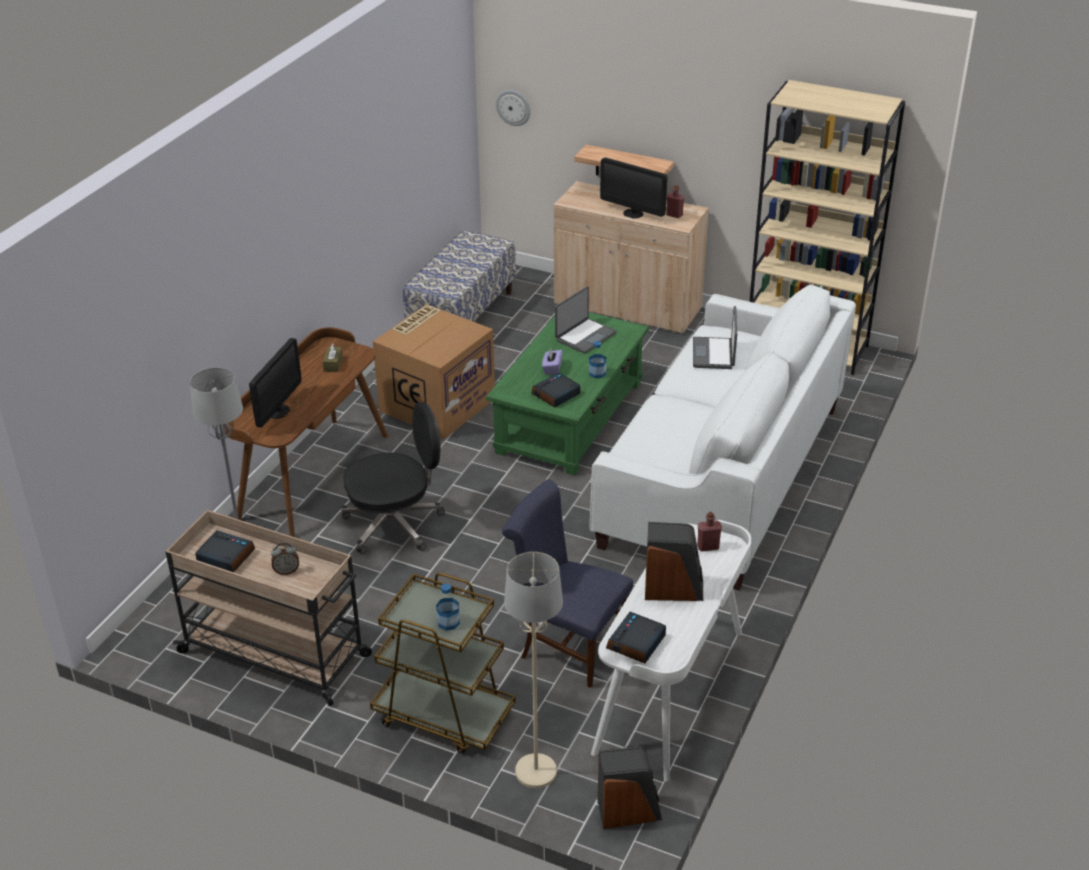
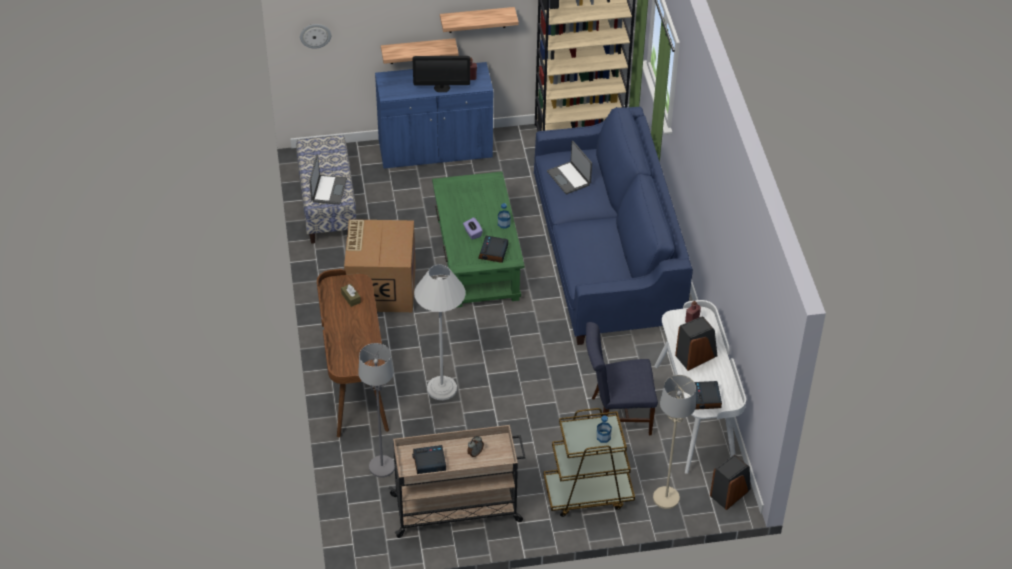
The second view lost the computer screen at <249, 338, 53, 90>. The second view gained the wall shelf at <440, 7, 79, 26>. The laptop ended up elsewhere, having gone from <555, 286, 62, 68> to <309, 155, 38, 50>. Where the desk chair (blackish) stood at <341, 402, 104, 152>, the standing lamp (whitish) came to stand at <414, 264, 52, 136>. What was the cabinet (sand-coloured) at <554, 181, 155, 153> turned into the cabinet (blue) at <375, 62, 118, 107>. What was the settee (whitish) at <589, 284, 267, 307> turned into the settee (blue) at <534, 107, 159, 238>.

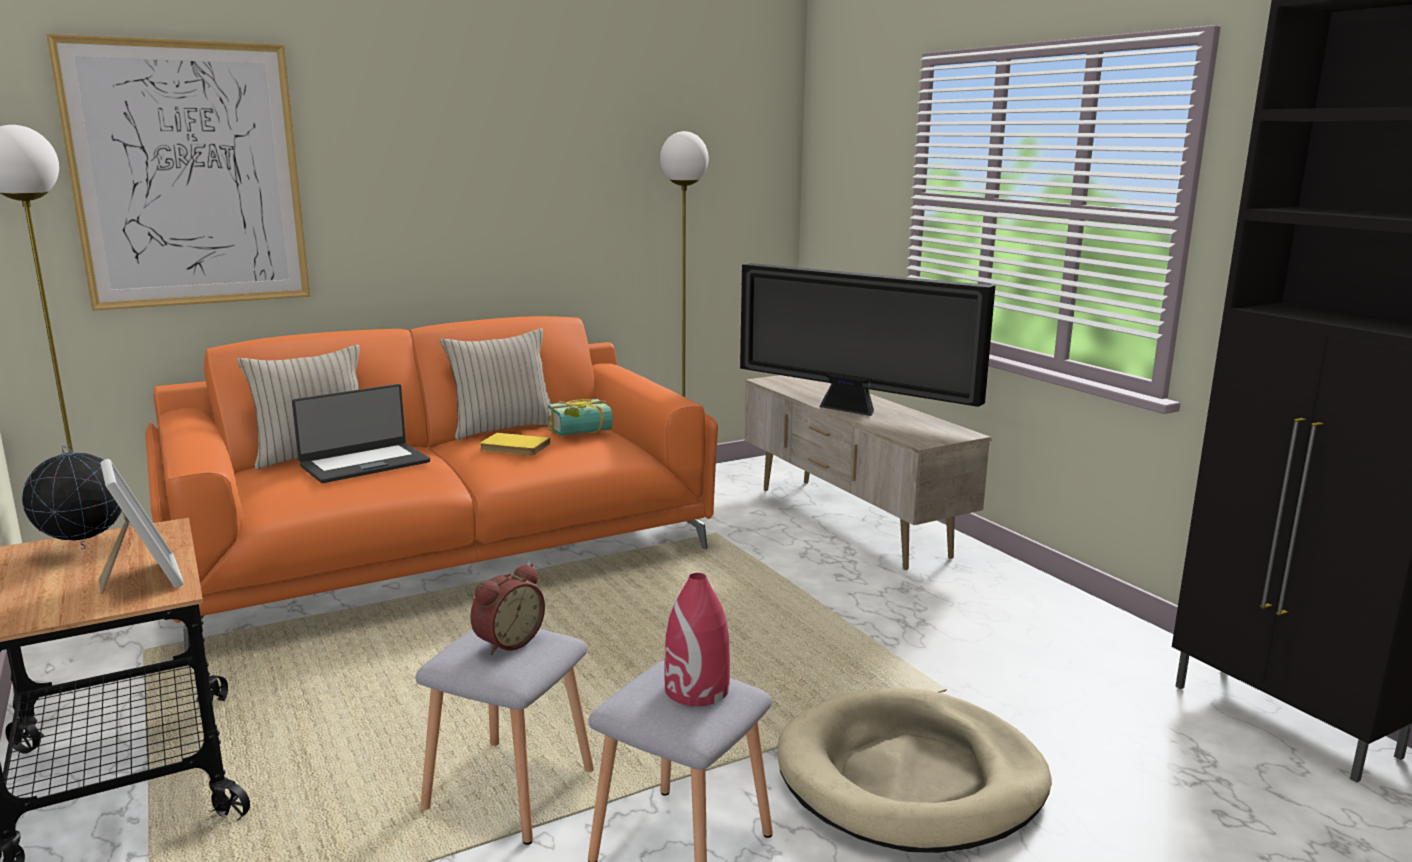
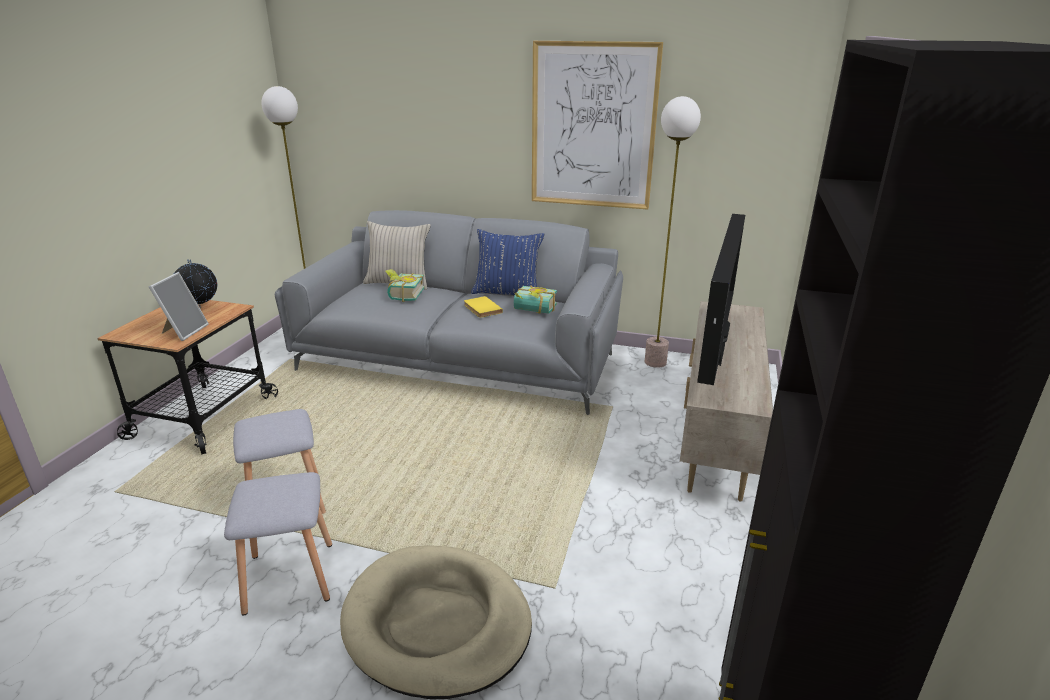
The second view lost the bedside clock at <470, 564, 75, 91>. The second view lost the decorative vase (red) at <665, 573, 65, 133>. The wall art ended up elsewhere, having gone from <46, 34, 264, 277> to <532, 41, 131, 168>. Where the laptop stood at <292, 384, 138, 99>, the bound book came to stand at <385, 269, 40, 33>. What was the settee (orangey) at <146, 316, 572, 335> turned into the settee (gray) at <275, 210, 348, 205>. What was the cushion (sand-coloured) at <440, 328, 111, 112> turned into the cushion (blue) at <471, 229, 73, 66>. The TV set at <740, 263, 256, 153> ended up facing another way, 150 degrees counterclockwise from before.

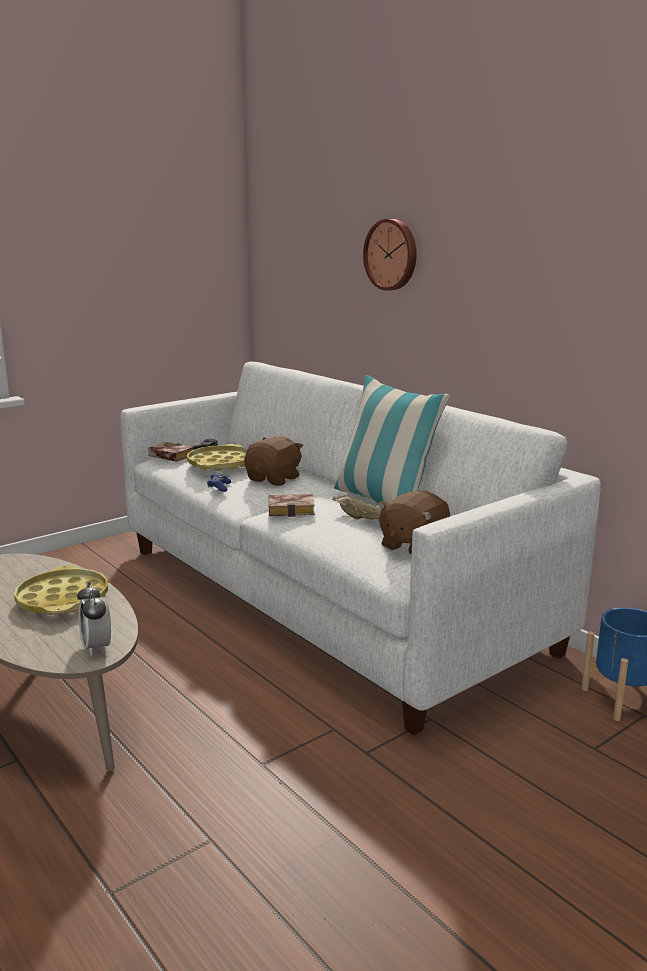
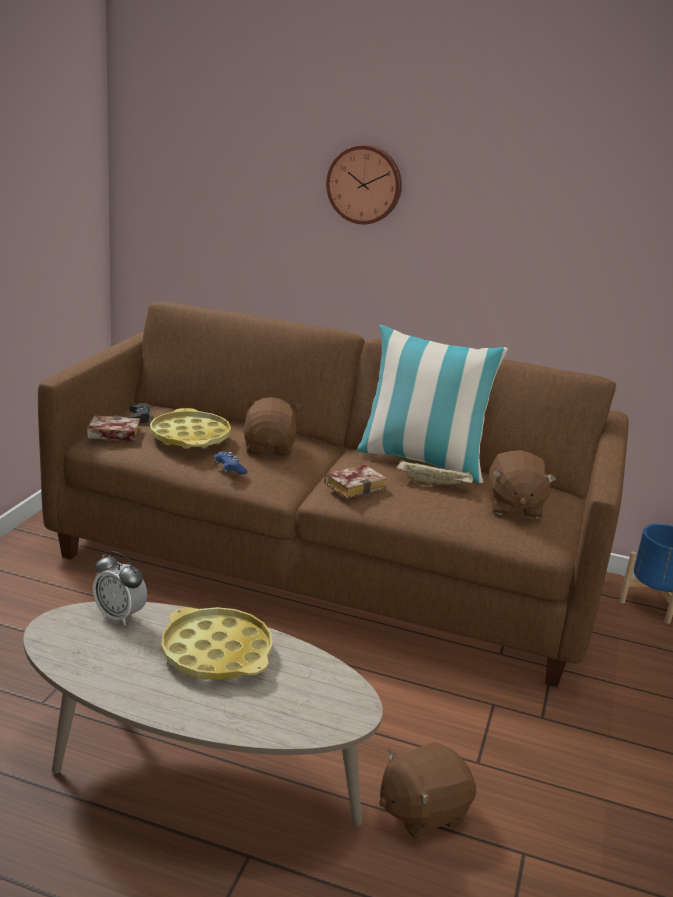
The second view gained the soft toy (brownish) at <379, 742, 97, 98>. The bedside clock ended up elsewhere, having gone from <77, 582, 34, 74> to <93, 551, 54, 74>. What was the settee (whitish) at <120, 362, 481, 373> turned into the settee (brownish) at <38, 301, 591, 386>.

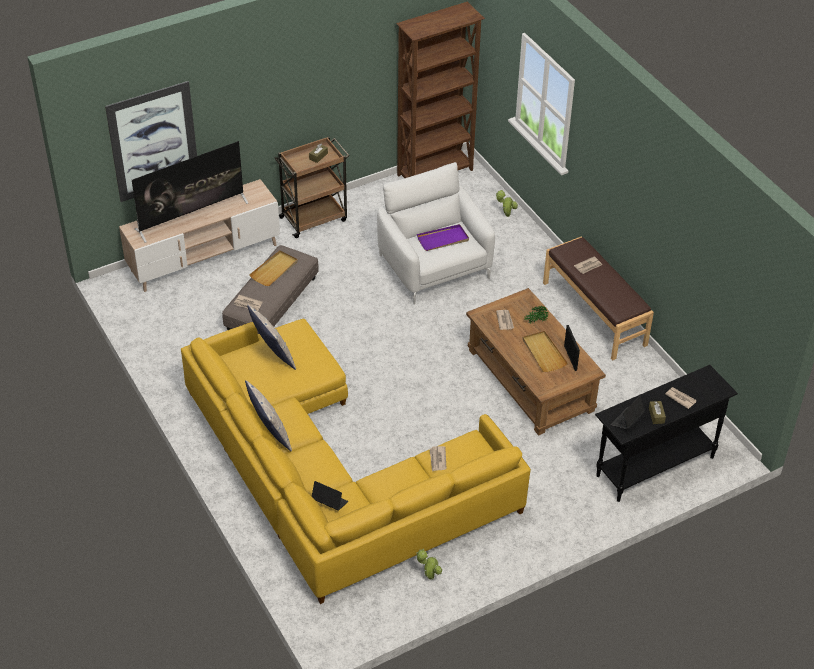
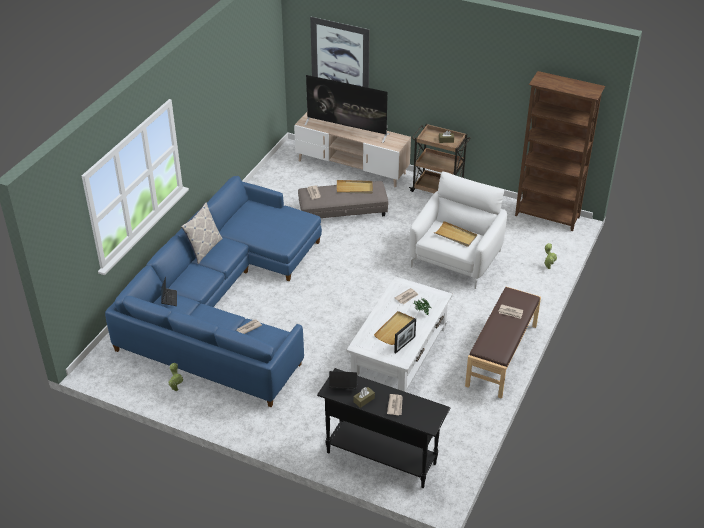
The second view lost the cushion at <247, 305, 49, 65>. What was the settee (yellow-coloured) at <181, 319, 350, 285> turned into the settee (blue) at <105, 176, 217, 231>. What was the serving tray (purple-coloured) at <417, 224, 52, 27> turned into the serving tray (sand-coloured) at <434, 221, 43, 26>. What was the coffee table (brownish) at <466, 288, 140, 148> turned into the coffee table (whitish) at <346, 276, 107, 116>.

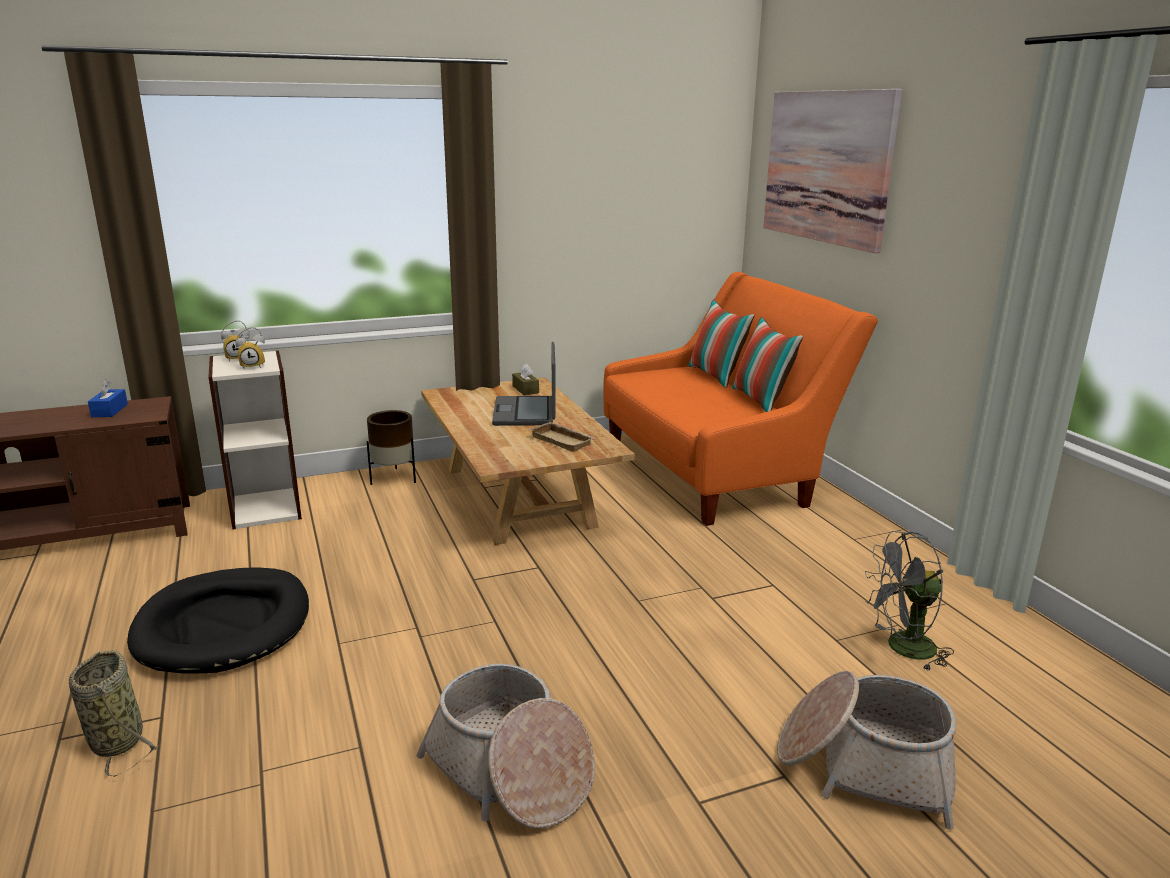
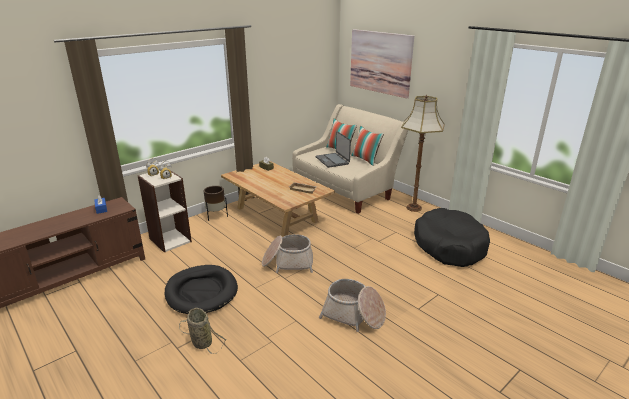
The second view gained the standing lamp at <401, 94, 44, 118>. The laptop ended up elsewhere, having gone from <492, 342, 64, 84> to <316, 131, 35, 37>. The storage basket ended up elsewhere, having gone from <777, 671, 179, 159> to <262, 234, 51, 39>. Where the fan (gray) stood at <865, 531, 89, 140>, the dog bed (blackish) came to stand at <414, 208, 76, 59>. What was the settee (orangey) at <603, 272, 275, 254> turned into the settee (sand-coloured) at <292, 104, 116, 110>.

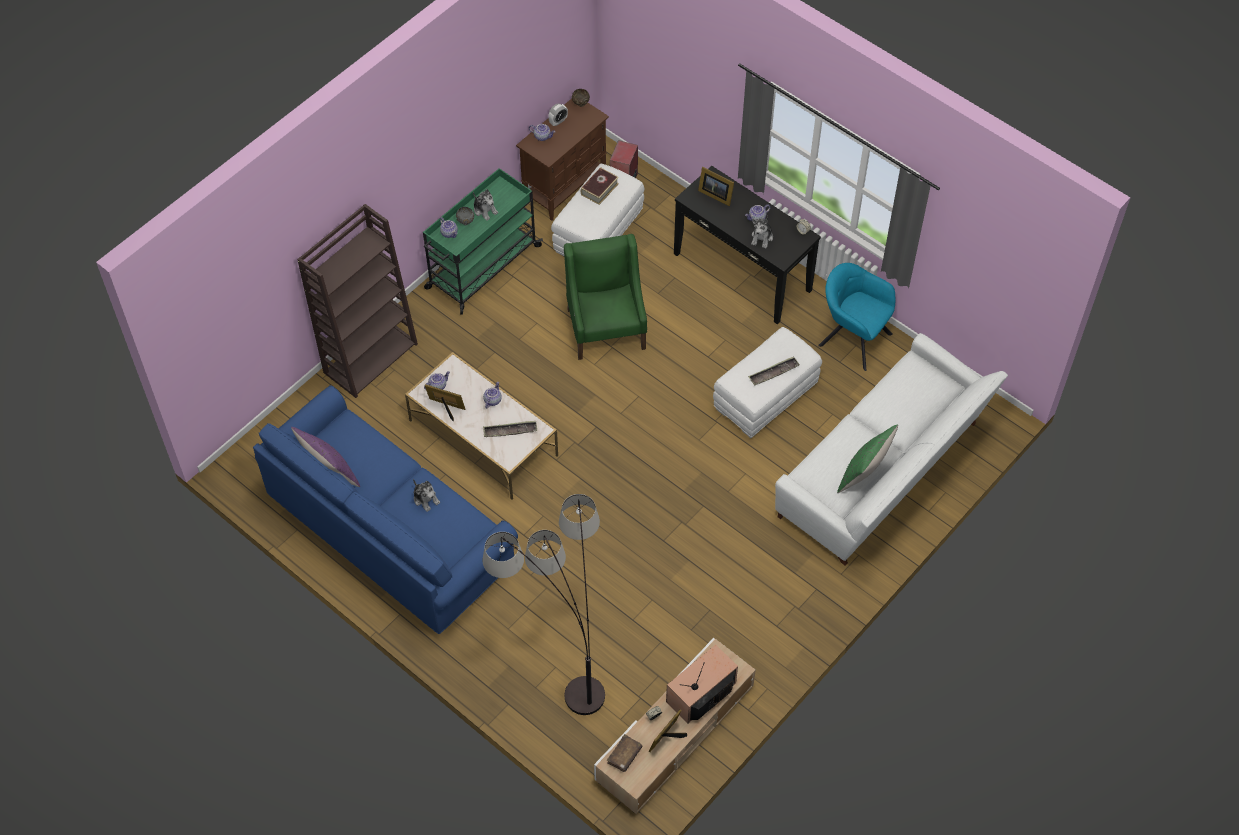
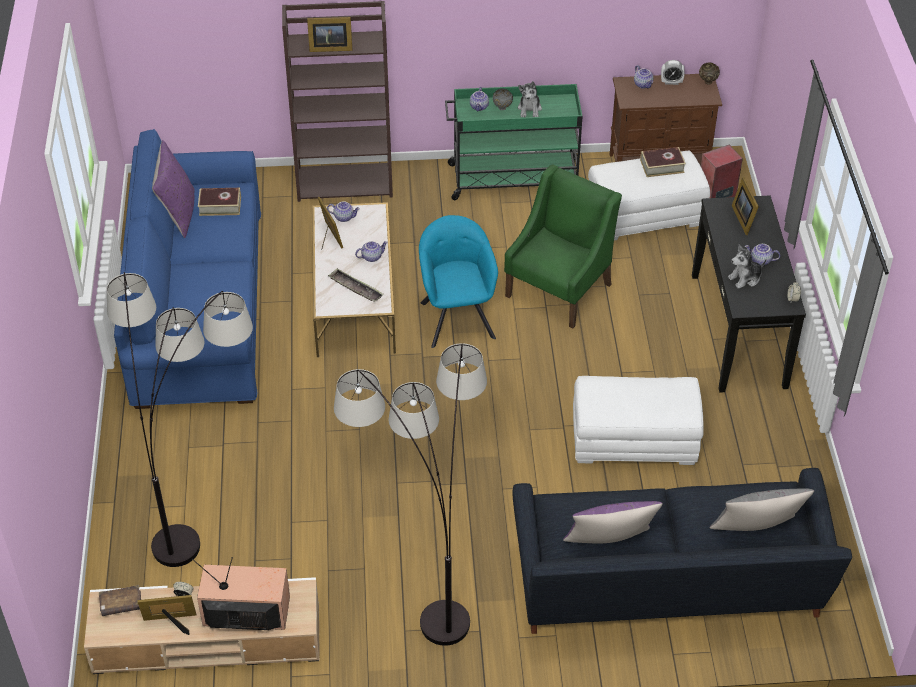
The second view lost the soft toy at <413, 479, 27, 33>. The second view lost the serving tray at <748, 356, 52, 30>. The second view gained the bound book at <198, 188, 43, 28>. The second view gained the picture frame at <307, 17, 45, 35>. The second view gained the standing lamp at <334, 343, 153, 303>. The second view gained the cushion (gray) at <709, 488, 105, 43>. The lounge chair (blue-green) ended up elsewhere, having gone from <818, 263, 78, 108> to <419, 215, 79, 133>. What was the settee (whitish) at <775, 333, 233, 232> turned into the settee (blackish) at <512, 468, 340, 166>. What was the cushion (green-coloured) at <837, 425, 61, 68> turned into the cushion (purple-coloured) at <563, 501, 100, 43>.

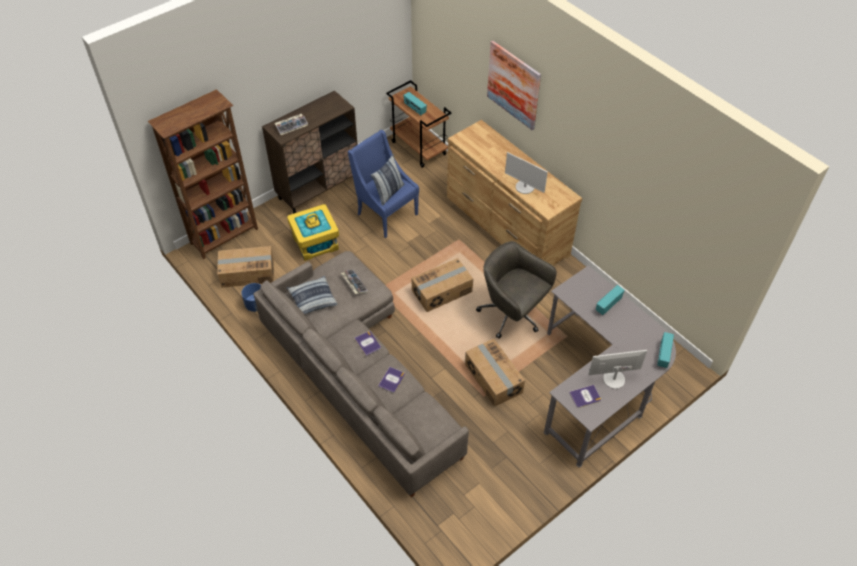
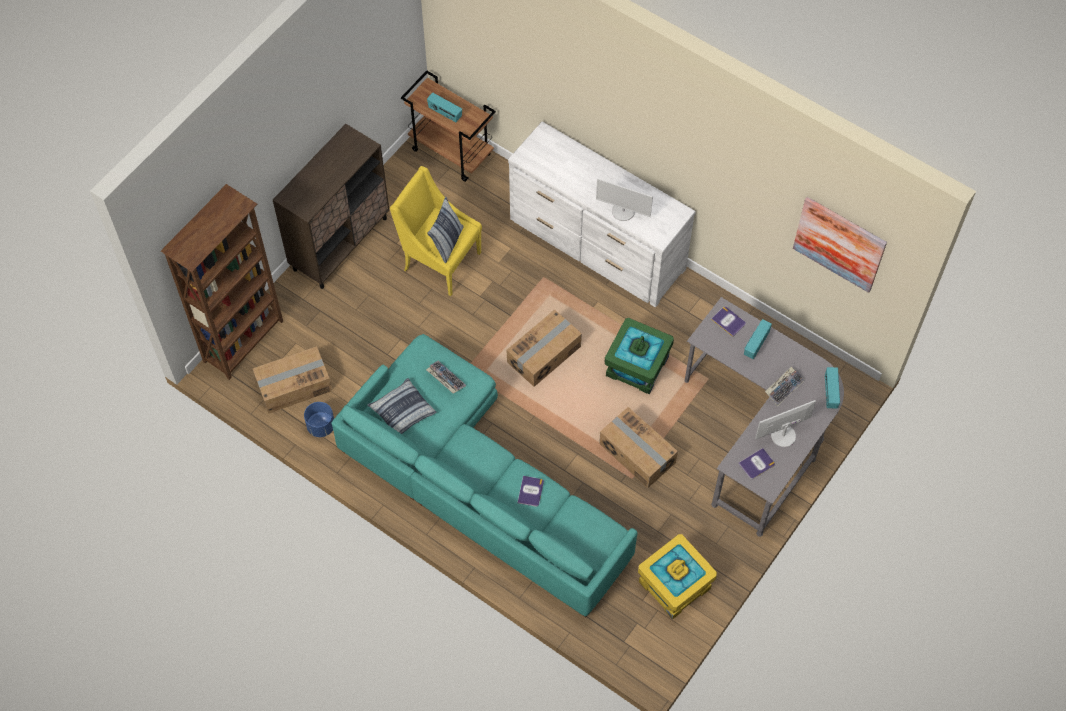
The computer keyboard ended up elsewhere, having gone from <275, 114, 33, 21> to <765, 367, 40, 39>. The storage box (yellow-coloured) ended up elsewhere, having gone from <287, 204, 52, 57> to <638, 534, 79, 85>. The bound book ended up elsewhere, having gone from <354, 331, 27, 25> to <711, 307, 35, 30>. The wall art ended up elsewhere, having gone from <487, 41, 54, 89> to <793, 197, 94, 96>. Where the desk chair (gray) stood at <476, 241, 81, 98>, the storage box (green-coloured) came to stand at <604, 318, 70, 77>. What was the settee (gray) at <253, 251, 216, 246> turned into the settee (blue-green) at <332, 334, 306, 284>. What was the lounge chair (blue) at <348, 130, 71, 108> turned into the lounge chair (yellow-coloured) at <390, 166, 92, 130>. What was the chest of drawers (brownish) at <447, 120, 135, 146> turned into the chest of drawers (whitish) at <508, 121, 188, 186>.

